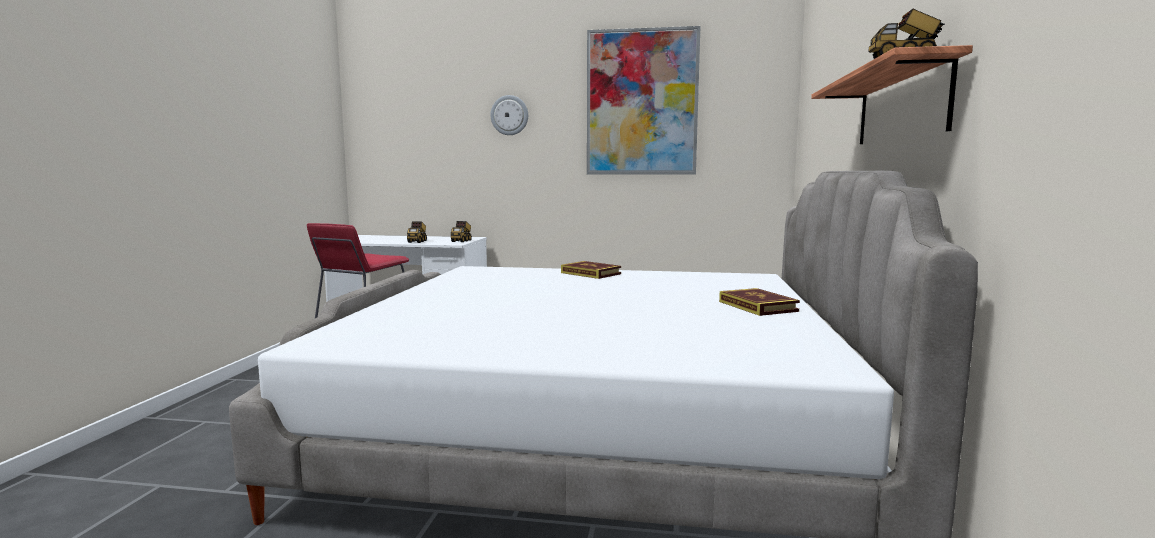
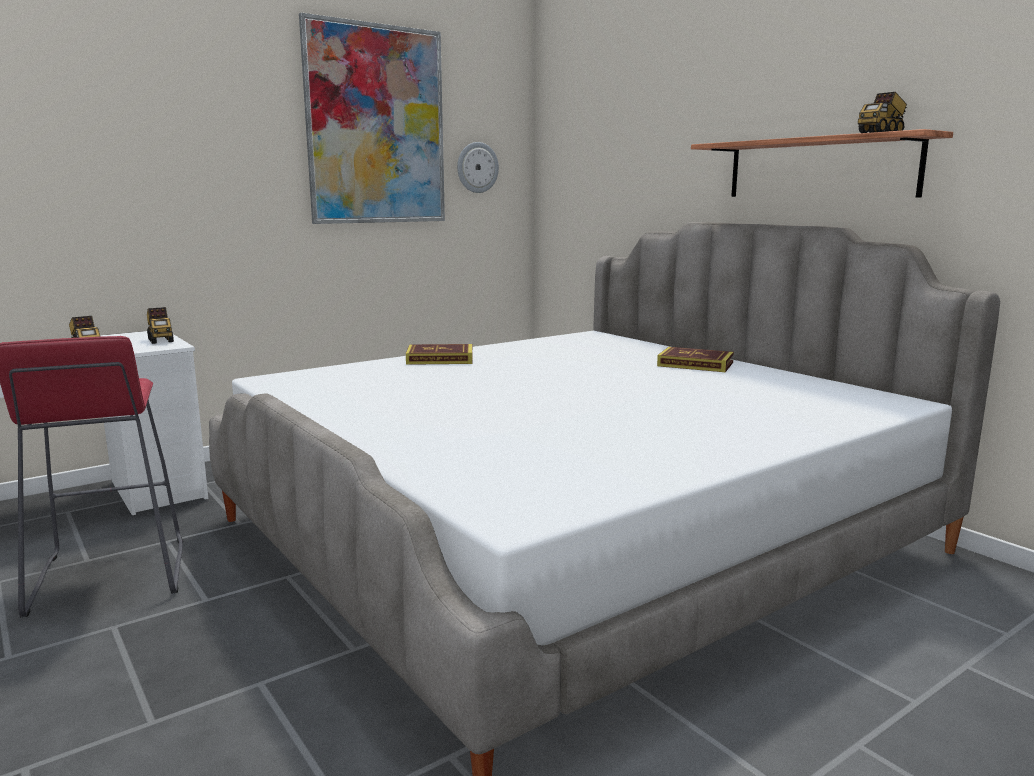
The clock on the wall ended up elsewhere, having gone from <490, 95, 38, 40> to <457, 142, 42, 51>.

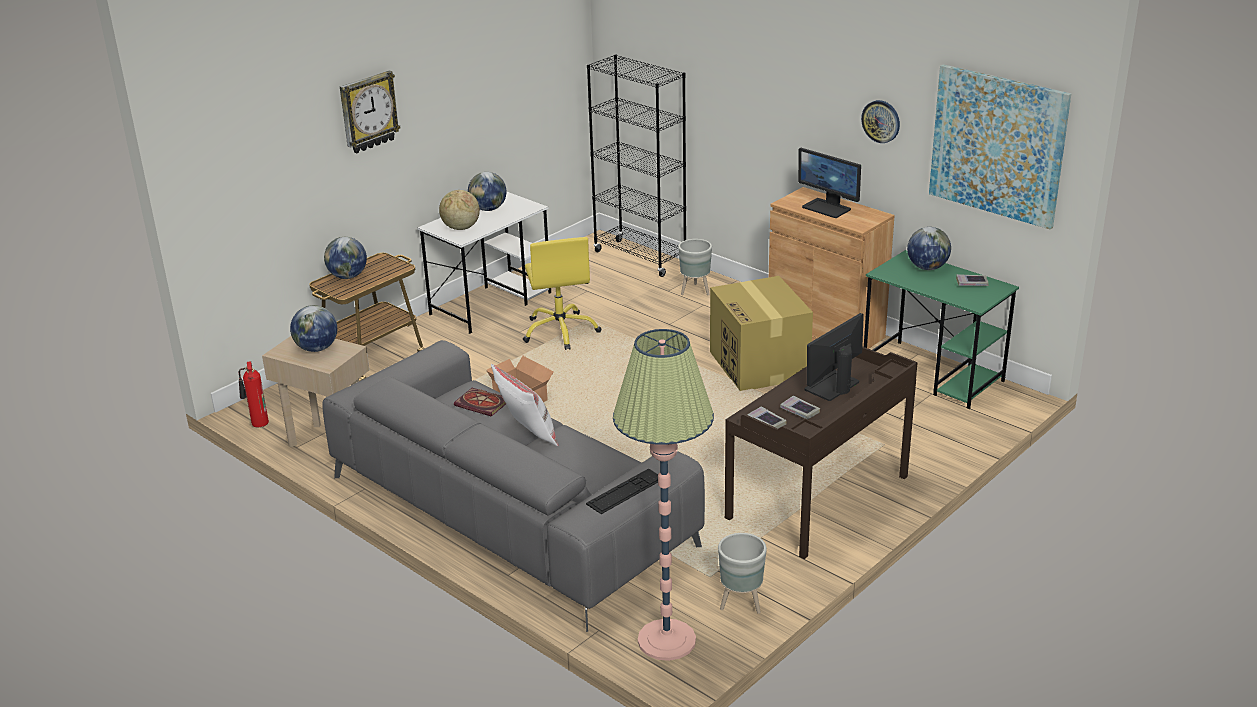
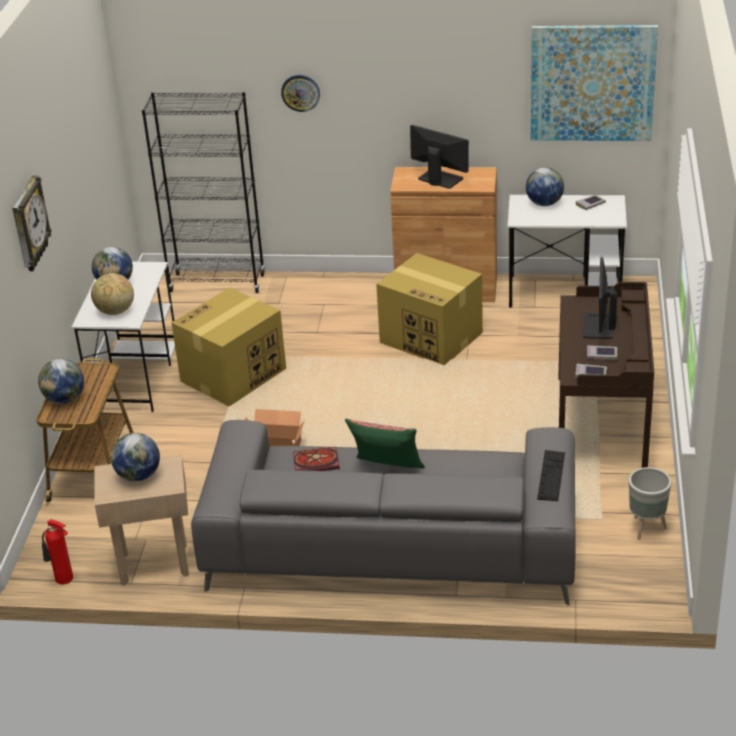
The second view lost the standing lamp at <613, 329, 101, 332>. The second view lost the flower pot (gray) at <678, 239, 34, 56>. The clock on the wall ended up elsewhere, having gone from <861, 100, 39, 43> to <281, 75, 39, 37>. Where the desk chair (yellow-coloured) stood at <523, 237, 78, 113>, the packing box came to stand at <171, 288, 115, 118>. What was the cushion (whitish) at <491, 364, 68, 82> turned into the cushion (green-coloured) at <345, 419, 80, 49>. What was the desk (green-coloured) at <864, 250, 155, 159> turned into the desk (whitish) at <508, 195, 119, 113>. The computer screen at <798, 148, 63, 70> ended up facing another way, 150 degrees counterclockwise from before.

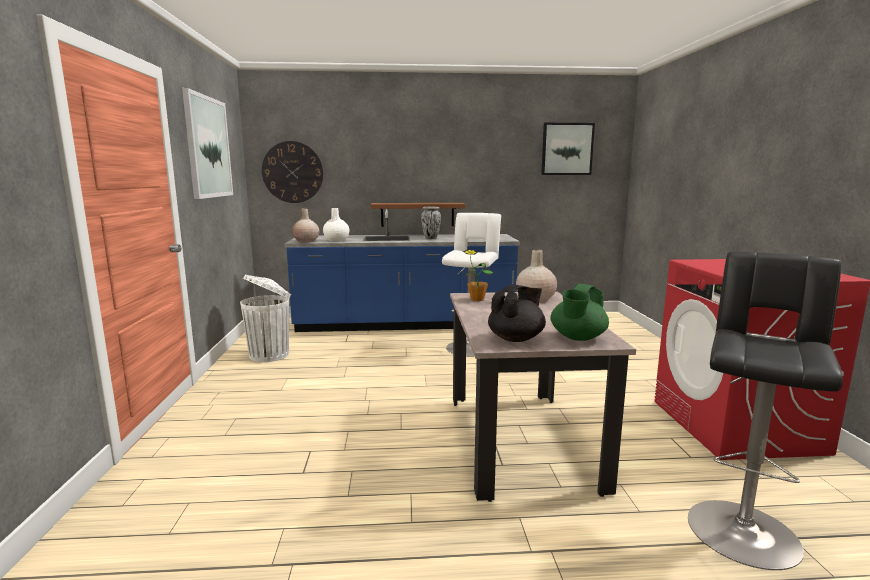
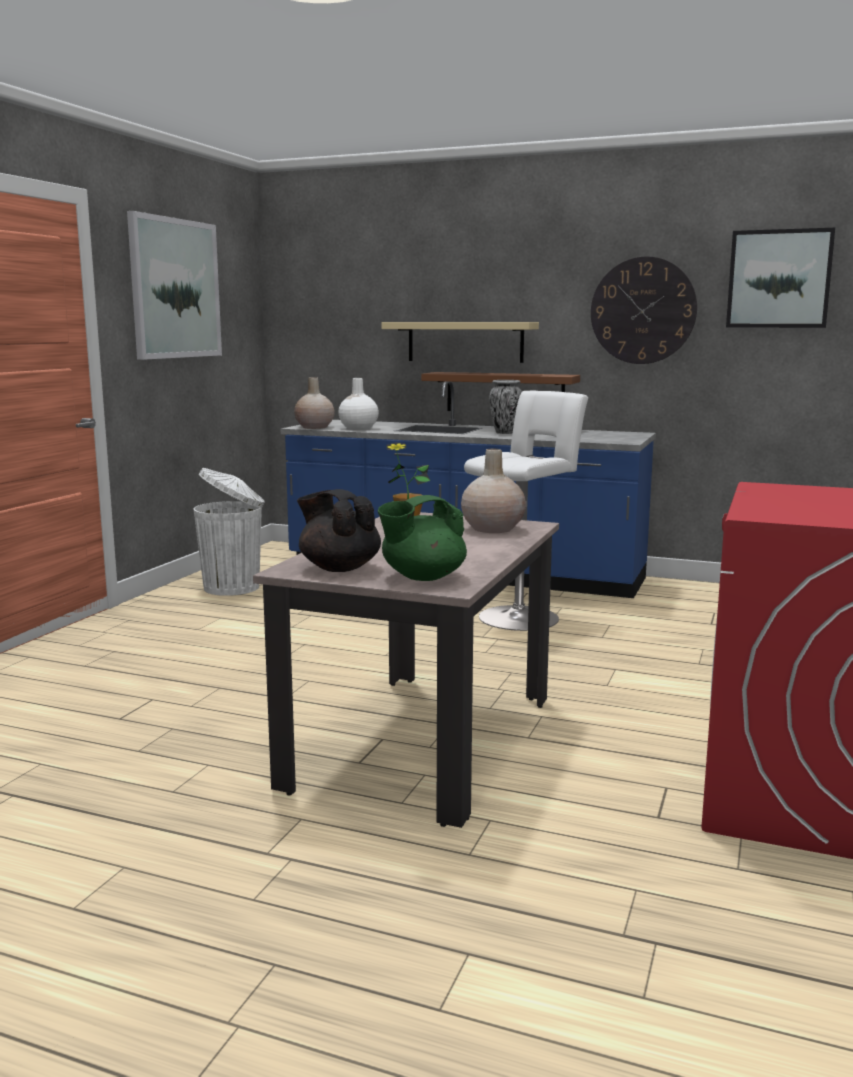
The second view lost the stool seat (blackish) at <688, 252, 155, 318>. The second view gained the wall shelf (sand-coloured) at <381, 322, 158, 41>. The clock on the wall ended up elsewhere, having gone from <262, 141, 61, 62> to <591, 256, 106, 108>. The tea pot (blackish) at <488, 285, 58, 57> ended up facing another way, 120 degrees counterclockwise from before.

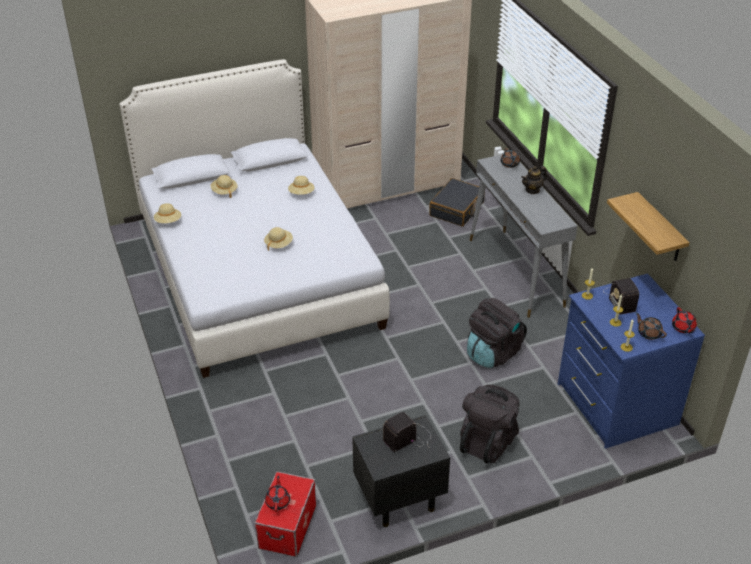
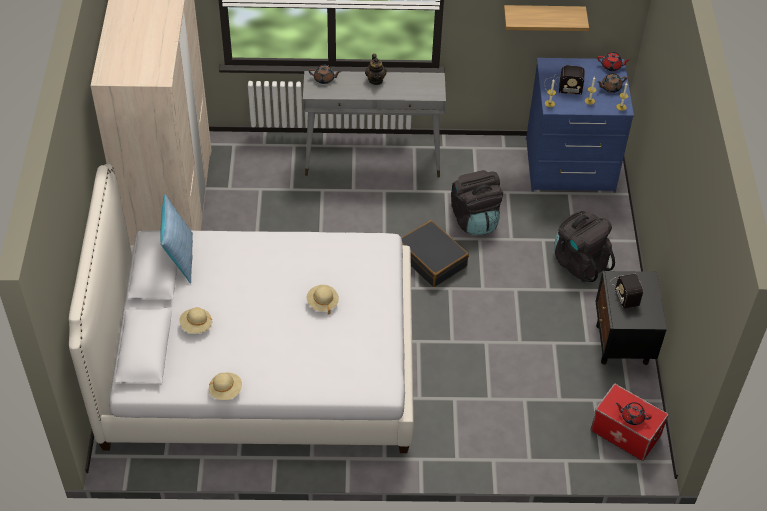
The second view lost the hat (sand-coloured) at <288, 176, 26, 19>. The second view gained the cushion at <160, 195, 33, 89>. The piece of luggage (blackish) ended up elsewhere, having gone from <429, 178, 56, 48> to <401, 220, 68, 67>.

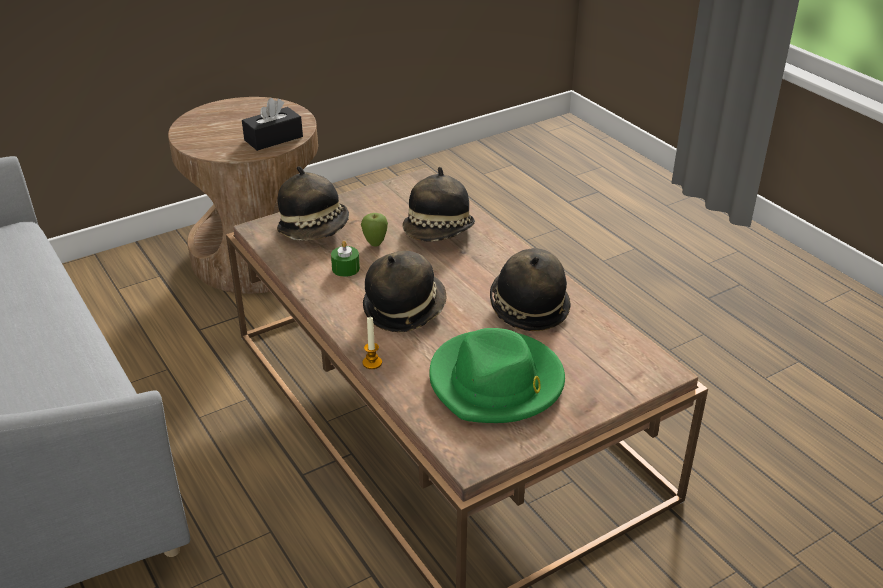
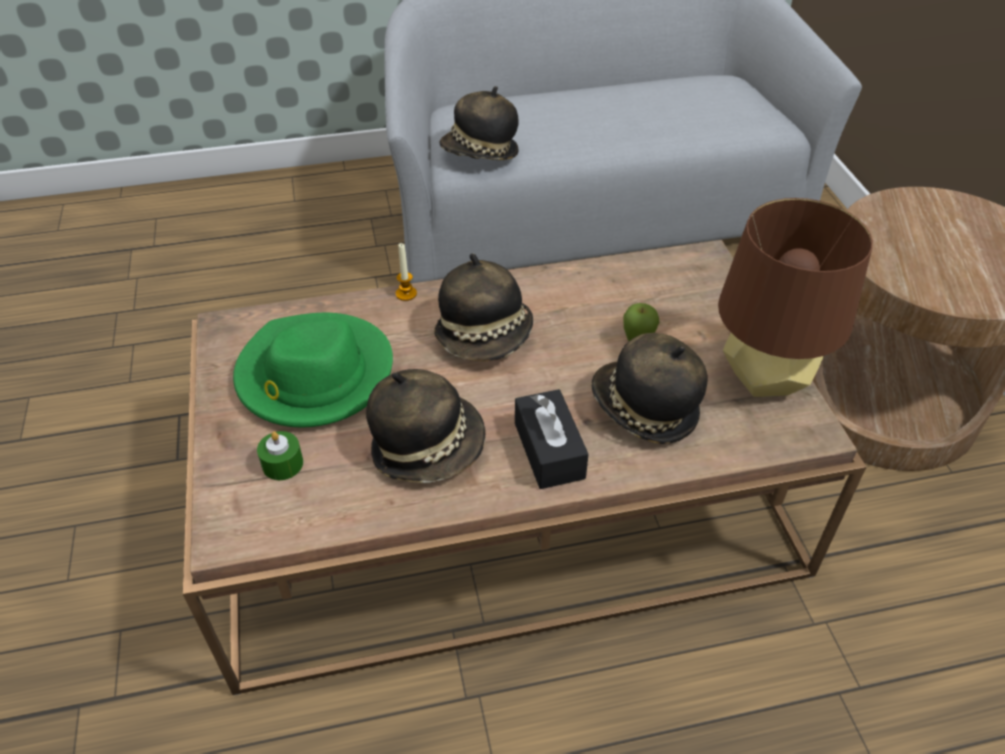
The second view gained the table lamp (brownish) at <718, 198, 155, 199>. The tissue box (blackish) ended up elsewhere, having gone from <242, 98, 61, 53> to <515, 389, 74, 100>. The hat ended up elsewhere, having gone from <277, 166, 72, 75> to <439, 86, 80, 74>. The wax candle (green-coloured) ended up elsewhere, having gone from <331, 241, 29, 36> to <257, 431, 46, 49>.

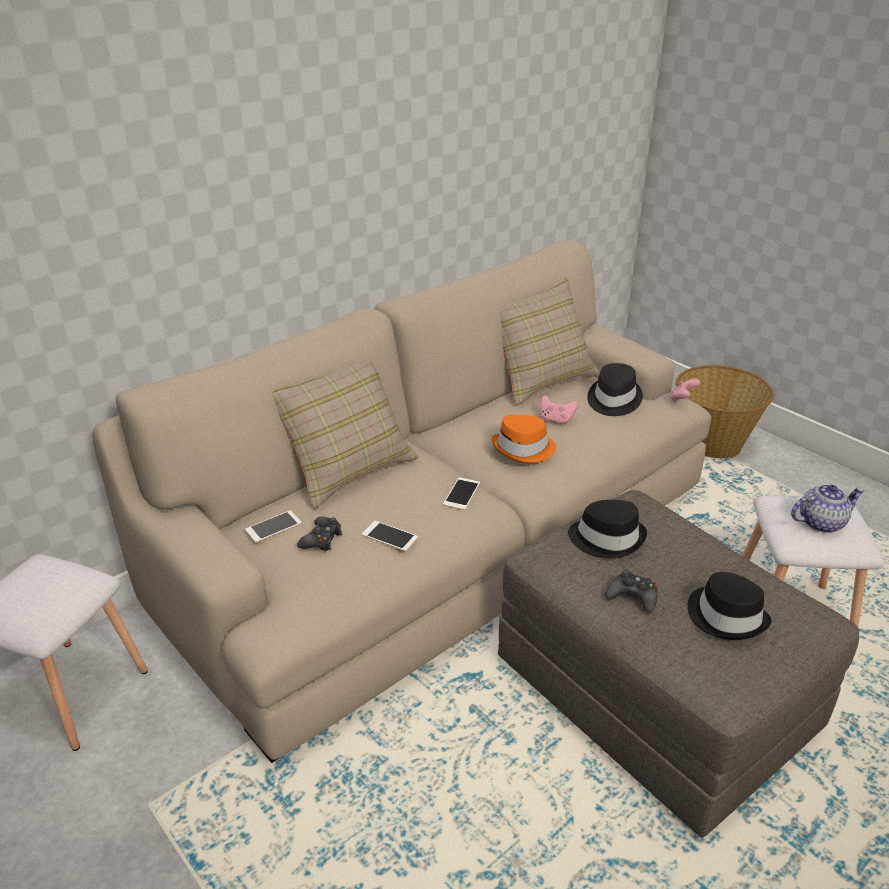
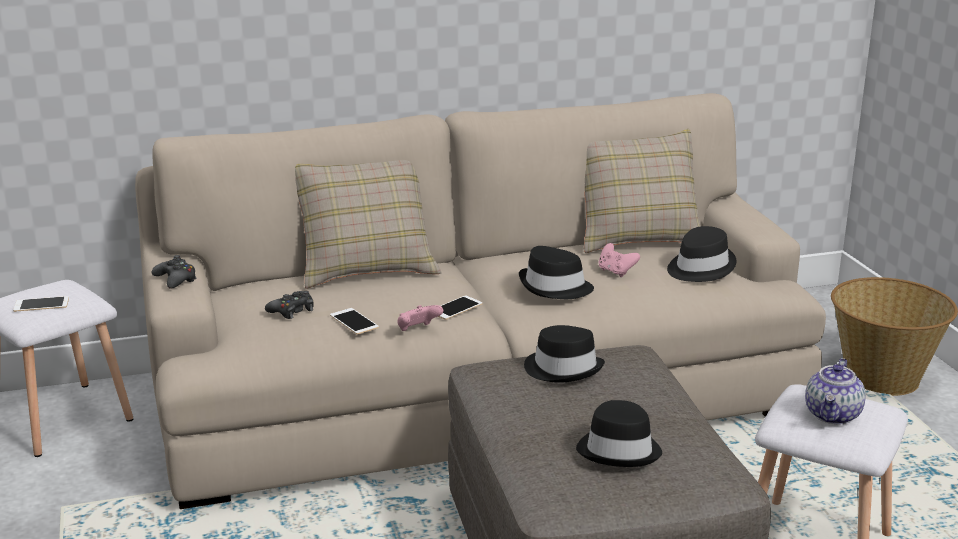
The handset ended up elsewhere, having gone from <245, 511, 57, 32> to <13, 296, 56, 16>. The joypad (blackish) ended up elsewhere, having gone from <606, 570, 52, 43> to <152, 255, 45, 34>. The joypad (pinkish) ended up elsewhere, having gone from <670, 378, 30, 25> to <397, 305, 46, 26>. What was the hat (orangey) at <491, 414, 65, 49> turned into the hat (blackish) at <519, 246, 75, 53>. The tea pot at <791, 484, 74, 49> ended up facing another way, 105 degrees clockwise from before.

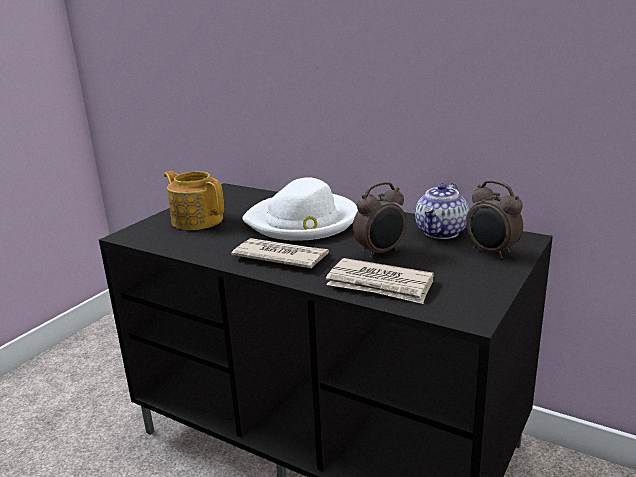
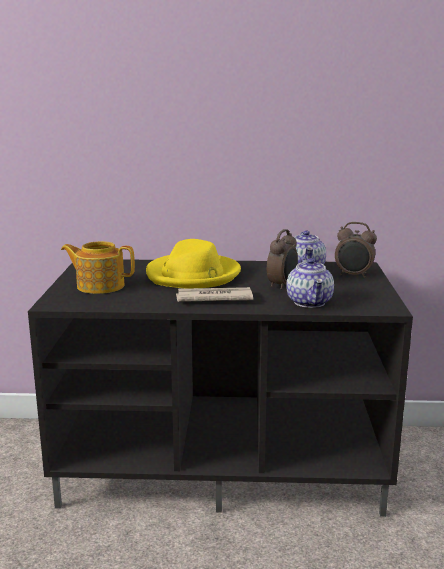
Where the newspaper stood at <326, 258, 108, 46>, the tea pot came to stand at <286, 258, 48, 50>. What was the hat (whitish) at <242, 178, 116, 63> turned into the hat (yellow-coloured) at <146, 239, 95, 49>.

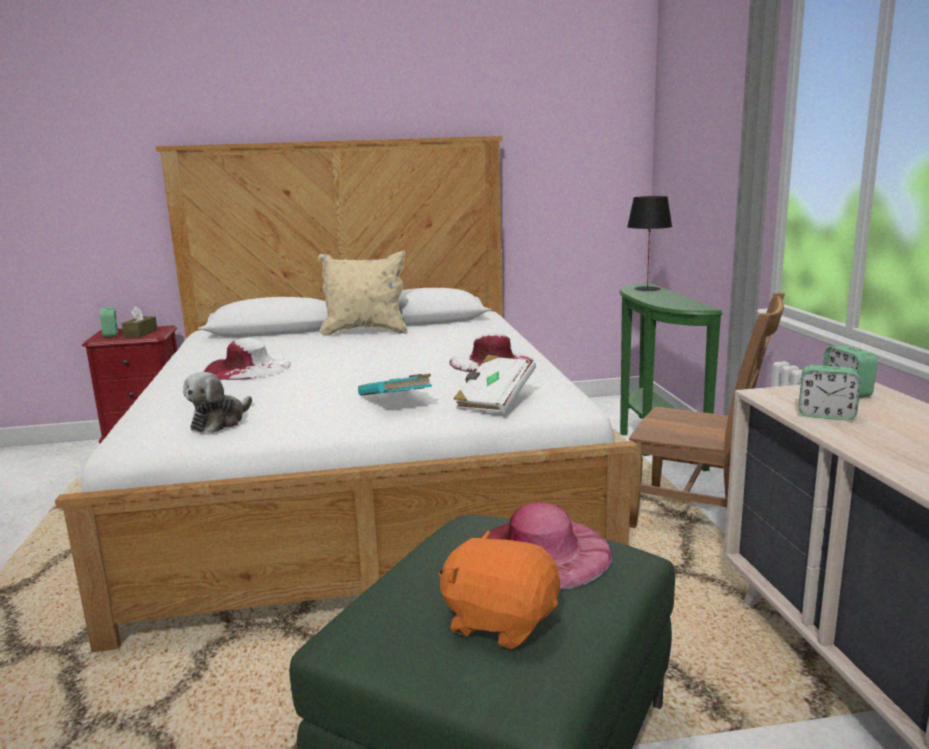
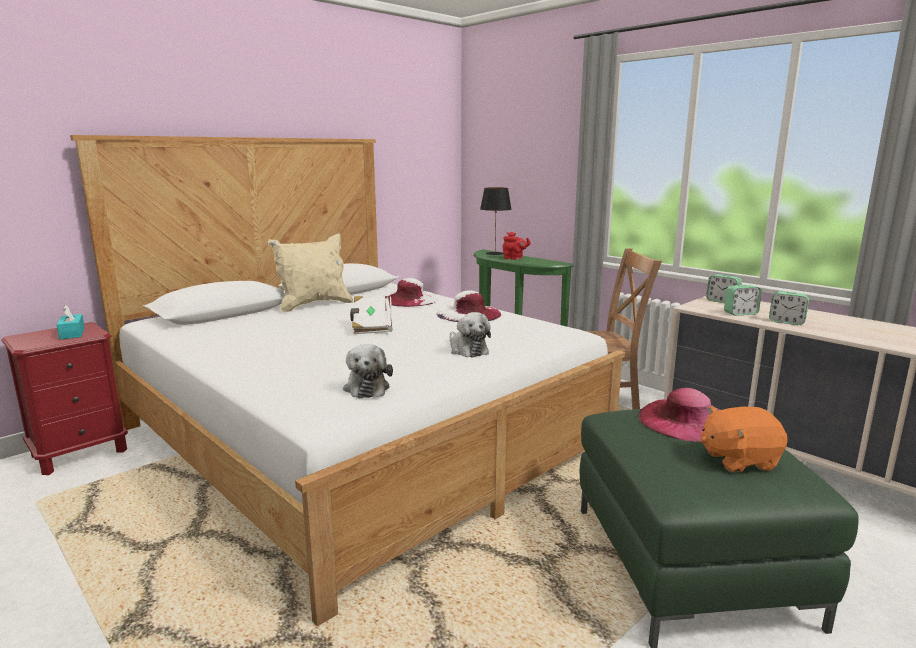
The second view gained the tea pot (red) at <503, 232, 27, 28>. The bedside clock ended up elsewhere, having gone from <100, 307, 18, 31> to <769, 291, 40, 34>. The hat (whitish) ended up elsewhere, having gone from <204, 338, 87, 42> to <384, 278, 55, 29>. The bound book (whitish) ended up elsewhere, having gone from <453, 355, 83, 59> to <350, 296, 43, 38>. Where the bound book (blue-green) stood at <358, 374, 74, 22>, the soft toy came to stand at <450, 312, 41, 45>. What was the tissue box (brownish) at <122, 306, 36, 32> turned into the tissue box (blue-green) at <57, 305, 28, 34>.

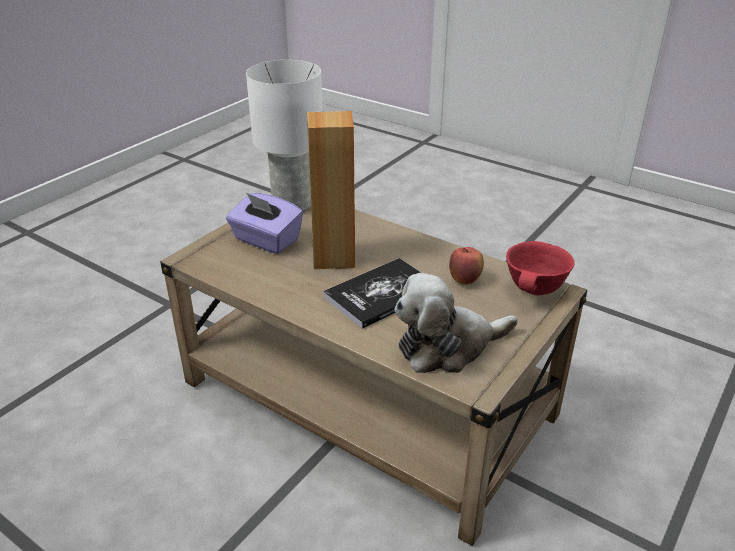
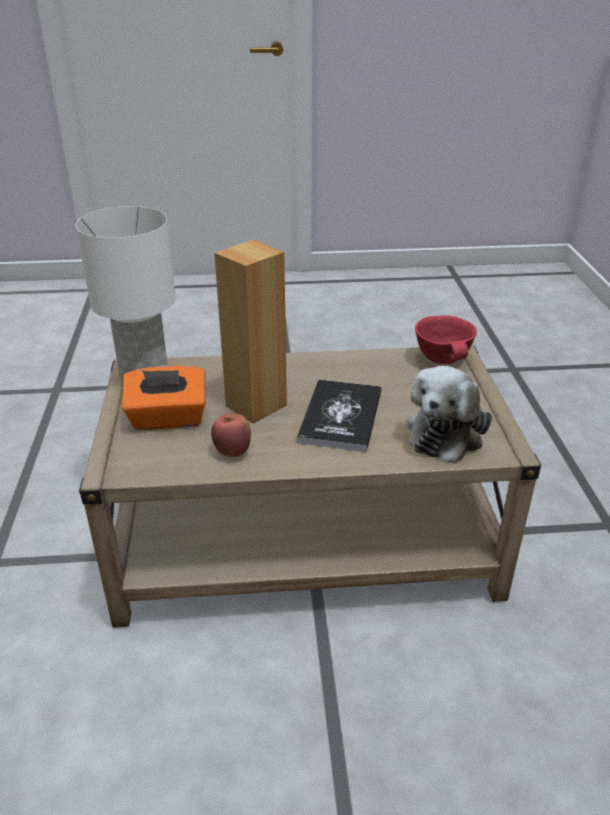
The whole apple ended up elsewhere, having gone from <449, 247, 35, 38> to <211, 413, 40, 44>. What was the tissue box (purple-coloured) at <226, 193, 77, 61> turned into the tissue box (orangey) at <122, 365, 84, 65>.

